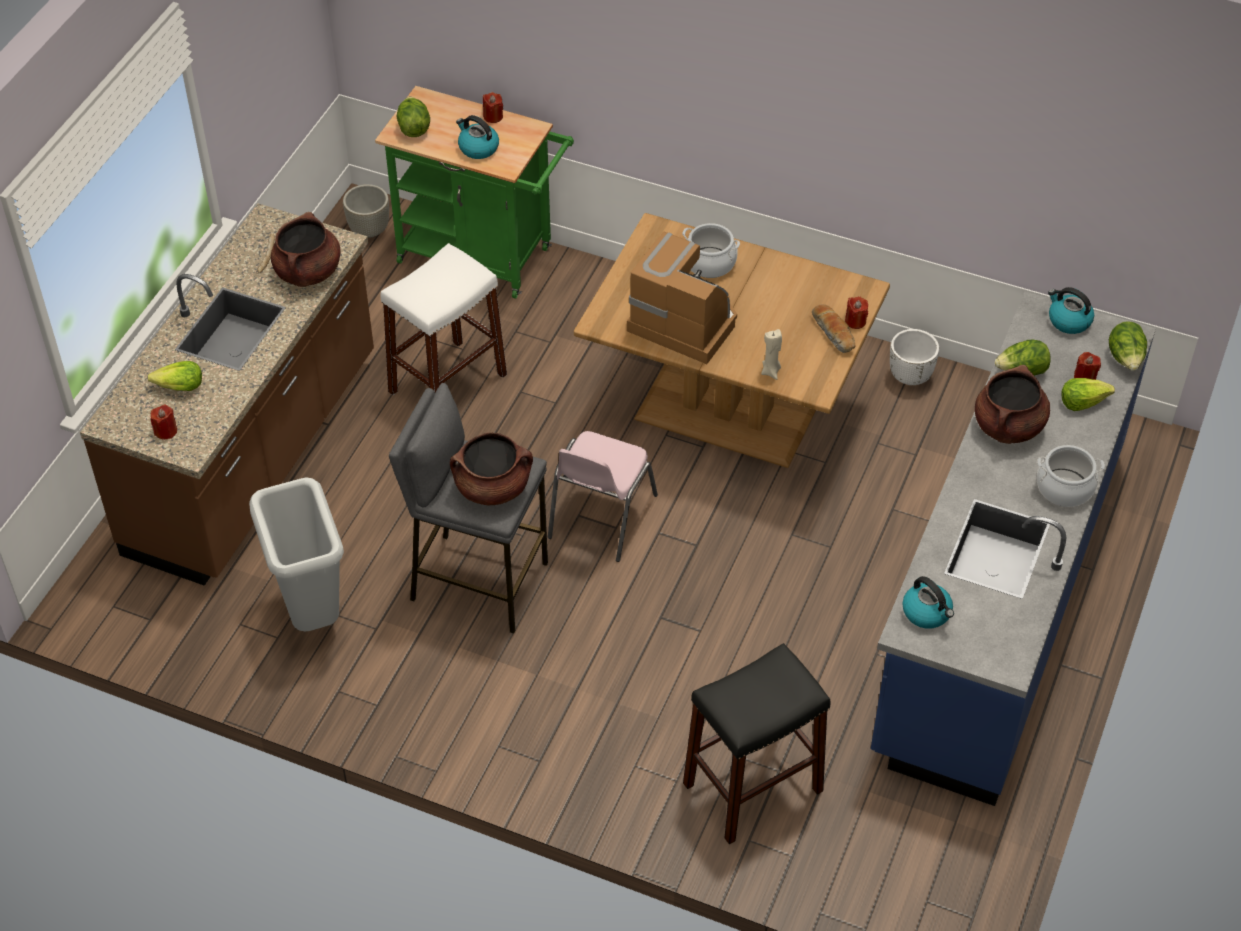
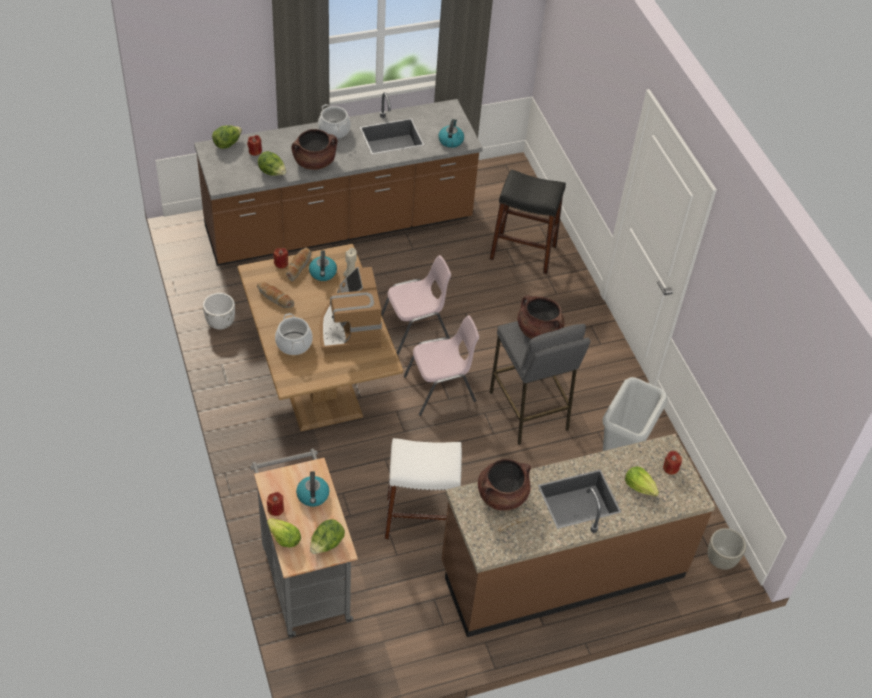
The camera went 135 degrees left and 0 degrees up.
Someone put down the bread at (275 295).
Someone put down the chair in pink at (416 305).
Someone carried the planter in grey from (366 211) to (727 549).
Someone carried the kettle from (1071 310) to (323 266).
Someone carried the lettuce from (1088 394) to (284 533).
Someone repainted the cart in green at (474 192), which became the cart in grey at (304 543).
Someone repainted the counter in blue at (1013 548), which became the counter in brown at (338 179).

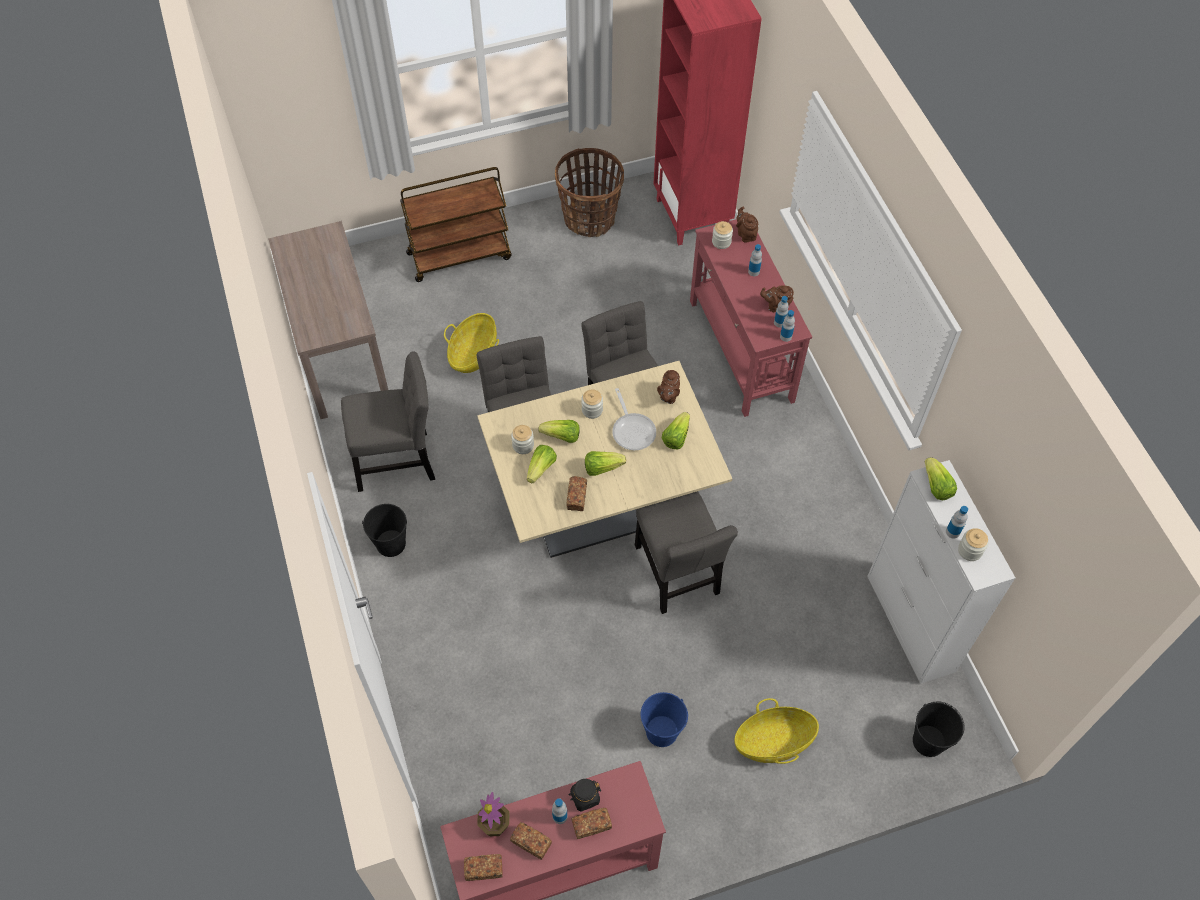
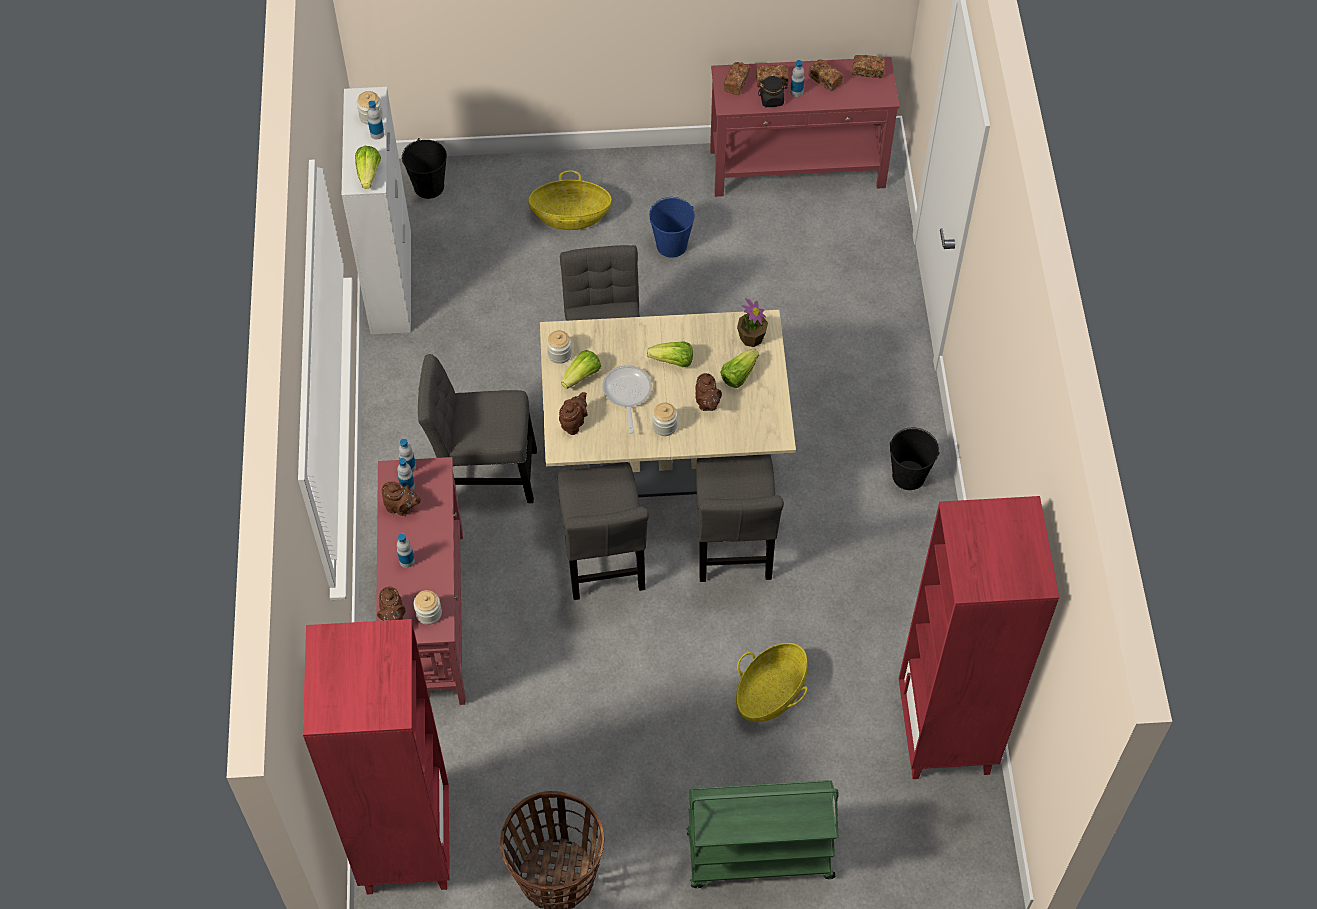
The camera went 165 degrees left and 0 degrees up.
Someone carried the chair in grey from (388 421) to (477 428).
Someone carried the potted plant from (493 814) to (752 322).
Someone carried the jar from (522 439) to (559 347).
Someone carried the bread from (576 493) to (737 78).
Someone swapped the console table in brown at (328 320) for the bookcase in red at (979 637).
Someone swapped the lettuce at (559 431) for the teapot in brown at (708 392).
Someone repainted the cart in brown at (456 224), which became the cart in green at (762 834).

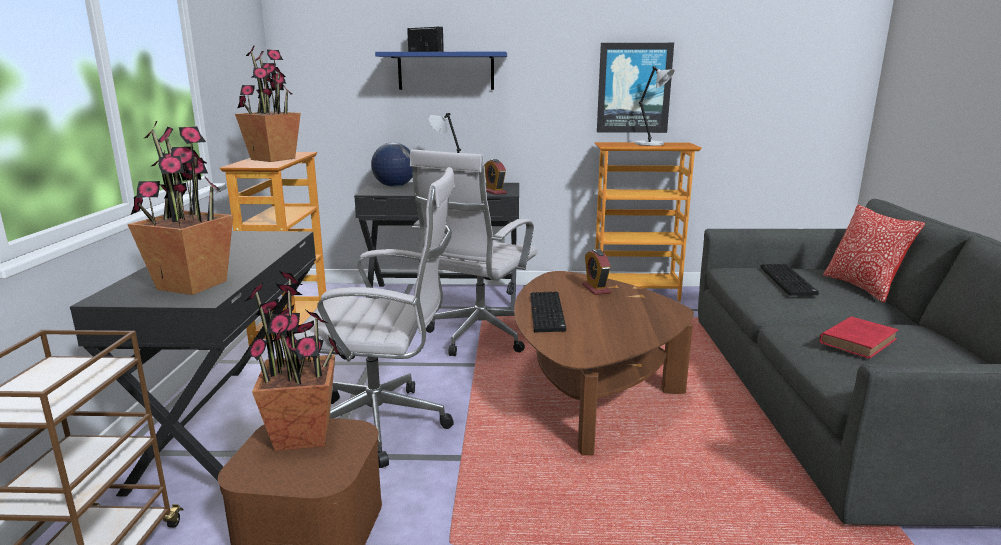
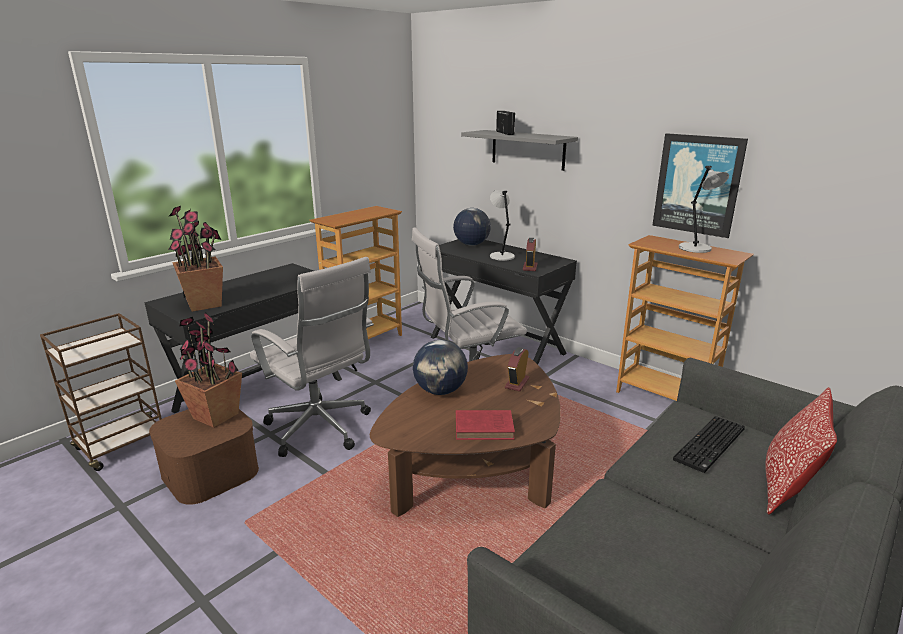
The camera went 40 degrees right and 5 degrees up.
Someone took away the potted plant at (268 104).
Someone carried the book in red from (858 337) to (485 425).
Someone swapped the keyboard at (548 312) for the globe at (440 367).
Someone repainted the shelf in blue at (441 71), which became the shelf in grey at (519 150).

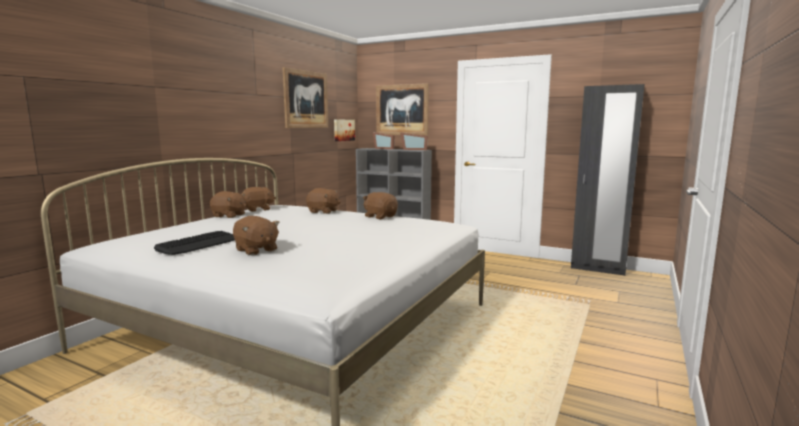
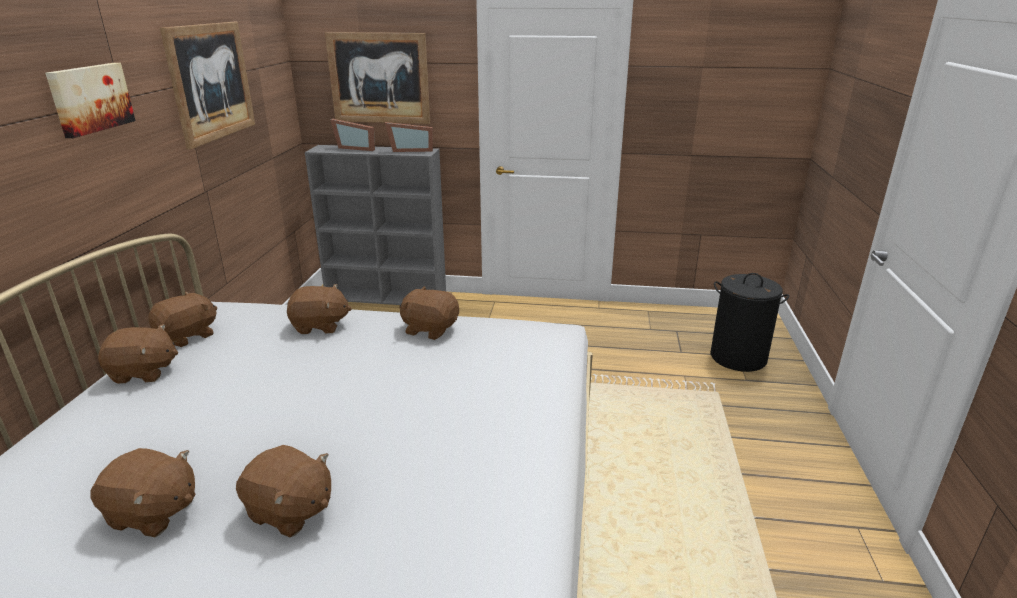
The camera went 20 degrees left and 15 degrees up.
Someone took away the wardrobe in black at (607 180).
Someone put down the laundry basket in black at (749 322).
Someone carried the picture from (344 130) to (90 100).
Someone swapped the keyboard at (194 243) for the plush toy in brown at (143 492).

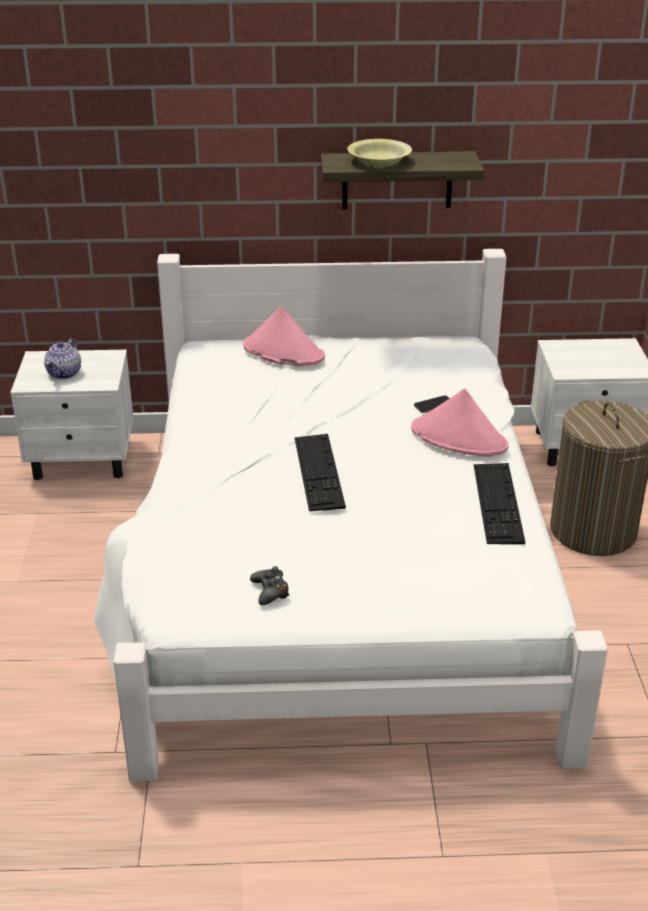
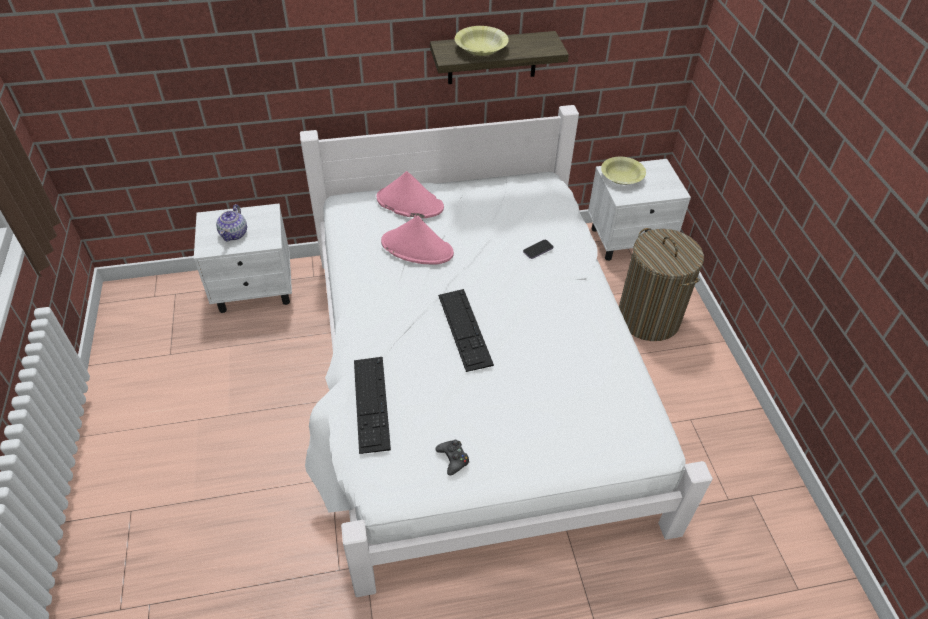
The camera went 10 degrees left and 15 degrees up.
Someone put down the bowl in yellow at (623 171).
Someone carried the hat in pink from (459 422) to (417 240).
Someone carried the keyboard from (499 503) to (372 405).

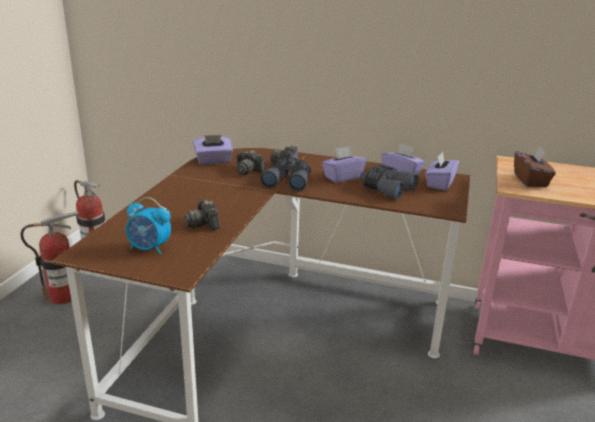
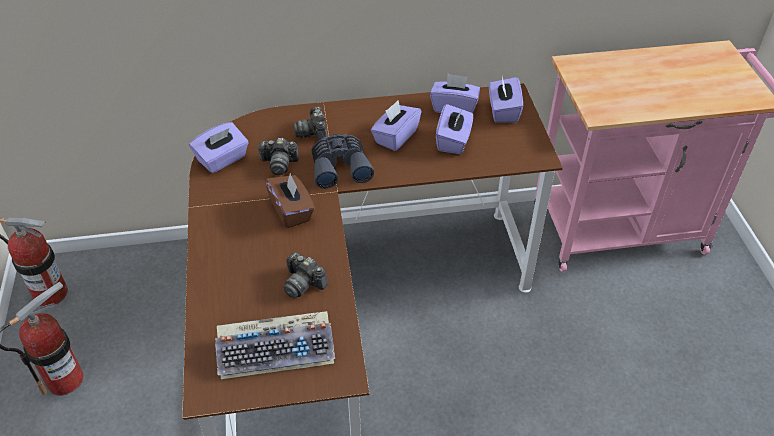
The camera went 25 degrees left and 20 degrees up.
Someone carried the tissue box in brown from (535 167) to (290 200).
Someone swapped the alarm clock at (148 226) for the keyboard at (275 345).
Someone swapped the binoculars in grey at (389 182) for the tissue box in purple at (454 129).

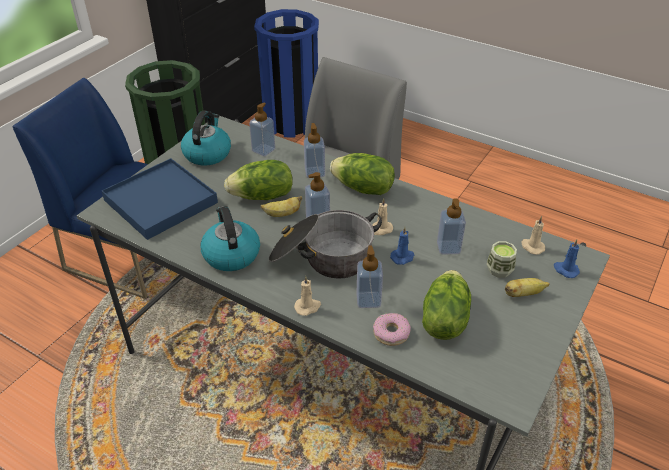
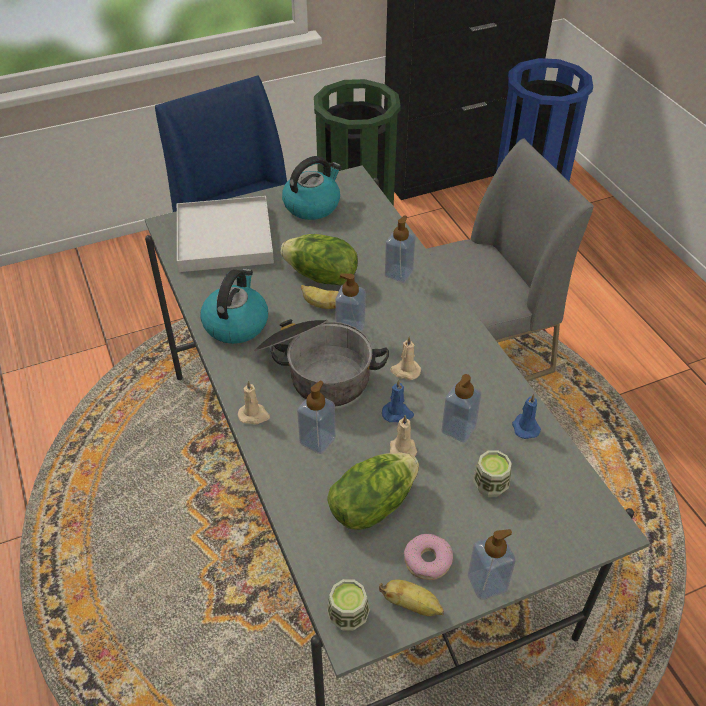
The camera went 35 degrees right and 5 degrees up.
Someone took away the lettuce at (362 174).
Someone put down the cup at (348 605).
Someone carried the soap dispenser from (262 129) to (492 564).
Someone carried the donut from (392 329) to (428 557).
Someone carried the banana from (527 287) to (411 597).
Someone carried the candle in beige from (533 235) to (403 435).
Someone carried the candle in blue from (567 258) to (526 416).
Someone repainted the tray in blue at (160 199), which became the tray in white at (225 234).

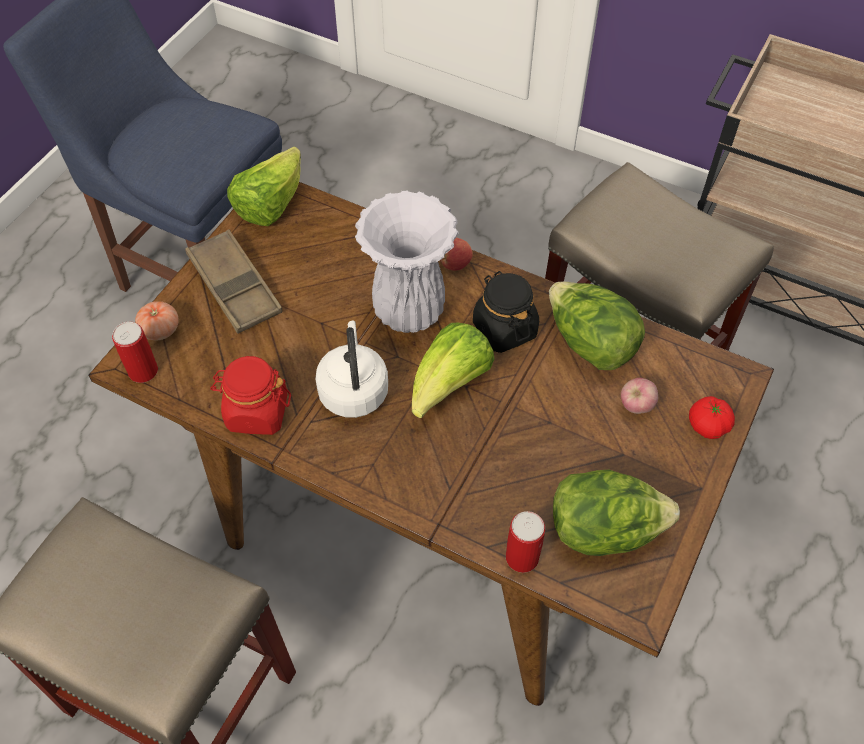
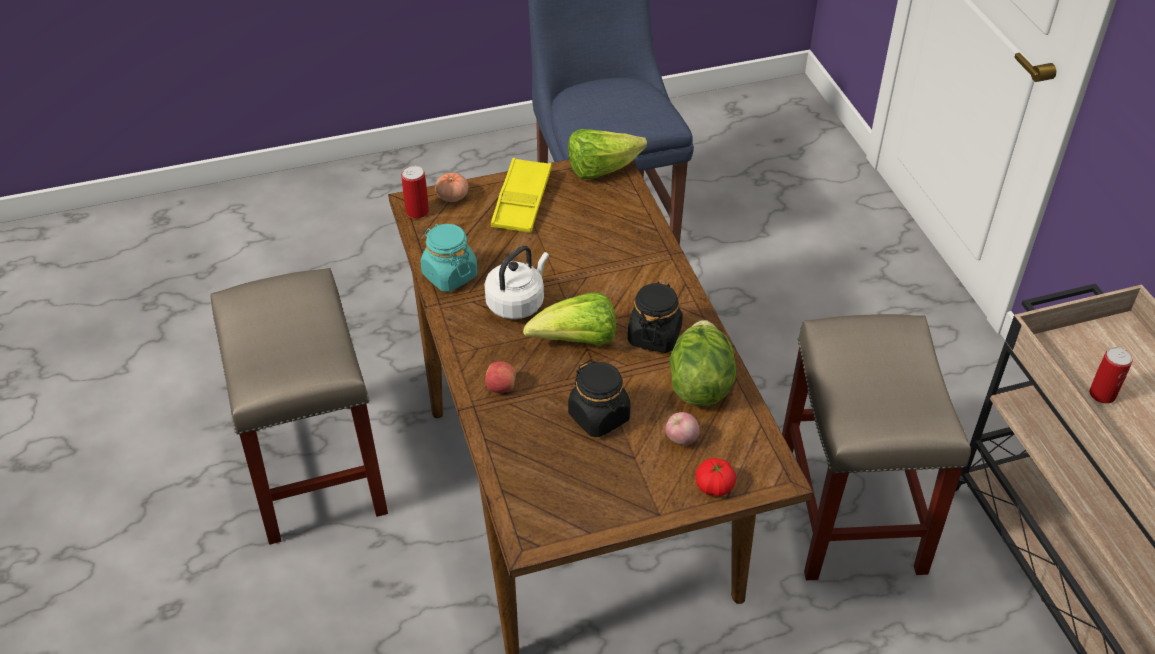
The camera went 45 degrees right and 10 degrees down.
Someone took away the vase in white at (407 261).
Someone took away the lettuce at (616 513).
Someone put down the jar in black at (599 398).
Someone carried the apple from (456 254) to (500 377).
Someone carried the can from (525 542) to (1111 375).
Someone repainted the tray in brown at (234 281), which became the tray in yellow at (521 195).
Someone repainted the jar in red at (250 395), which became the jar in turquoise at (449 258).

